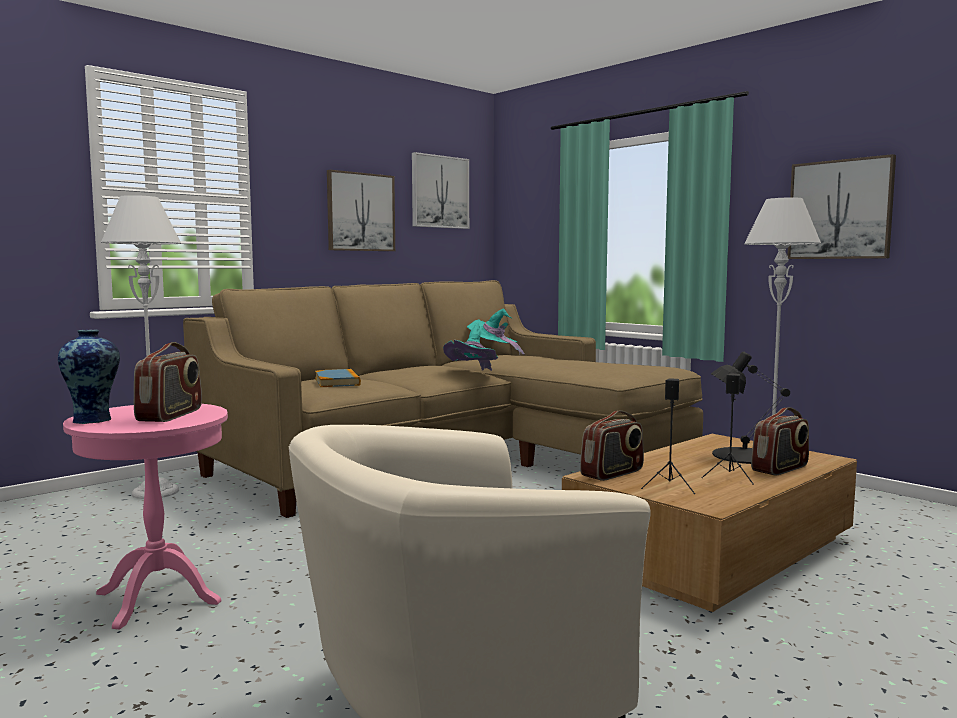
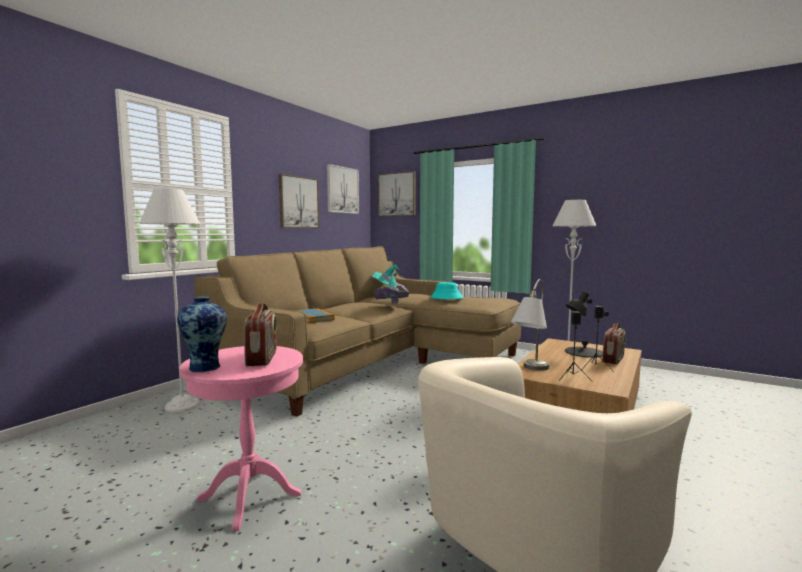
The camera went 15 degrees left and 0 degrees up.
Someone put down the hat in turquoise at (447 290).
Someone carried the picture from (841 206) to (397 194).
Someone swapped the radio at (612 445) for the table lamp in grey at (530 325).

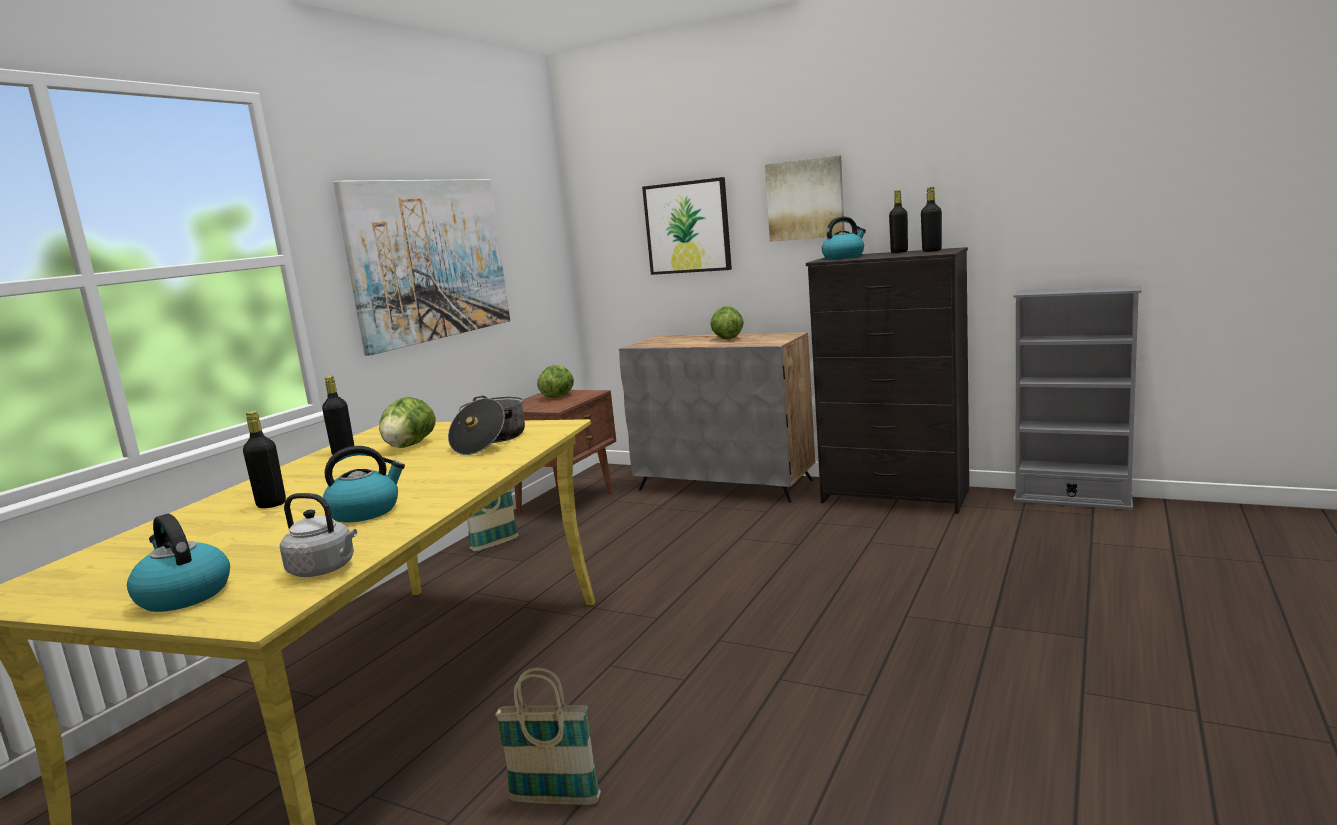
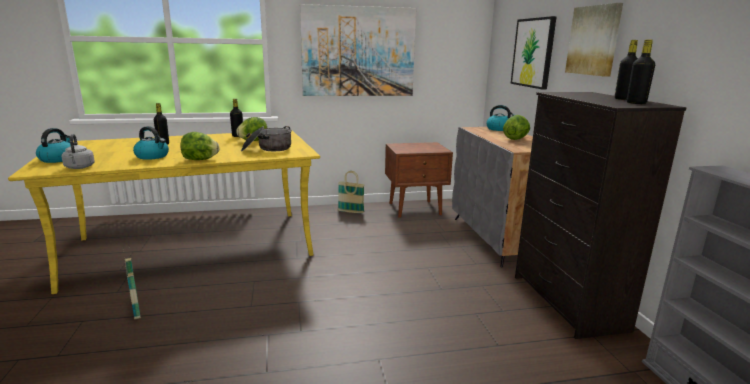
The camera went 50 degrees right and 5 degrees up.
Someone carried the lettuce from (555 381) to (200 146).
Someone carried the kettle from (844 238) to (500 118).

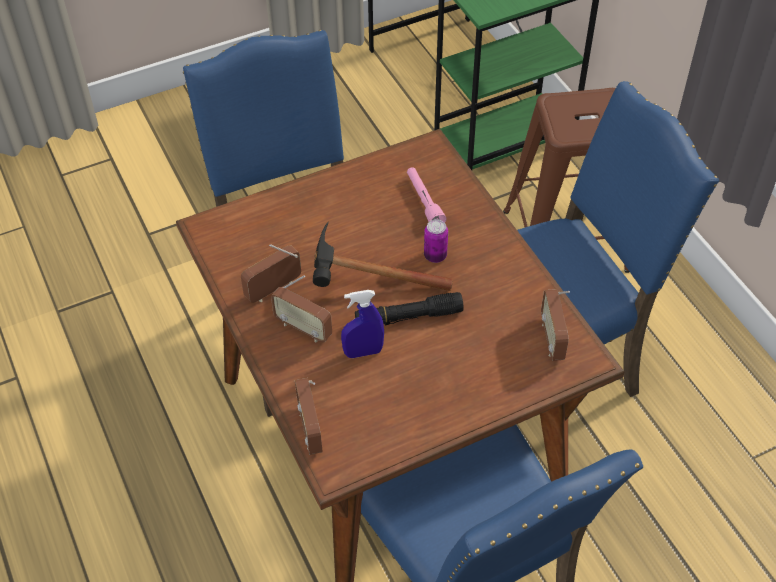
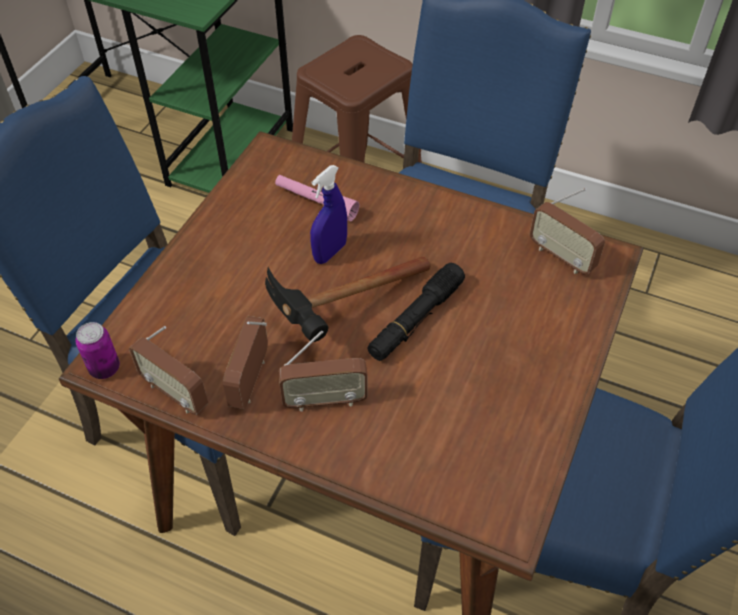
The camera went 40 degrees left and 0 degrees up.
Someone carried the radio from (309 416) to (168 370).
Someone carried the spray bottle in blue from (362 324) to (328 214).
Someone carried the can from (436 241) to (98 350).

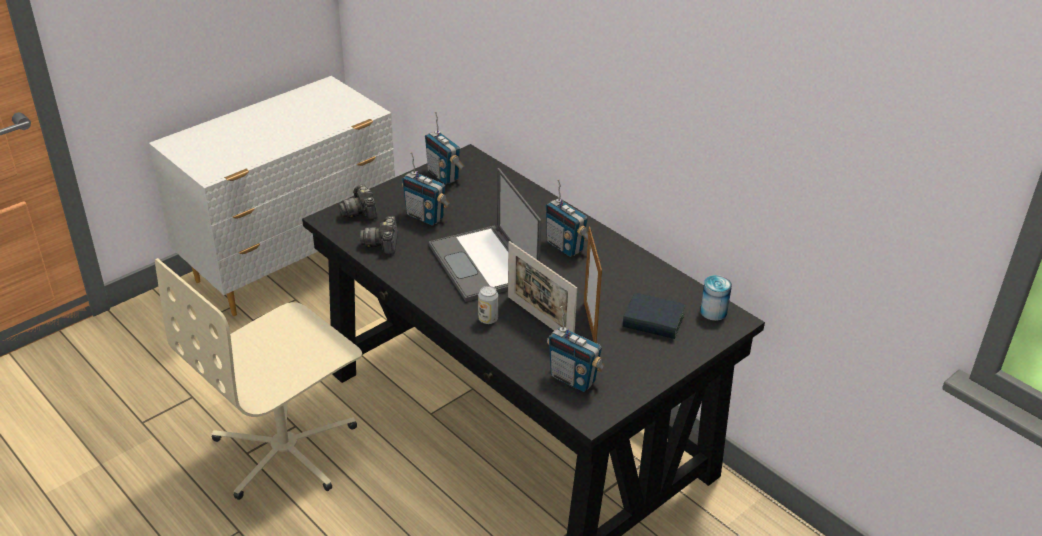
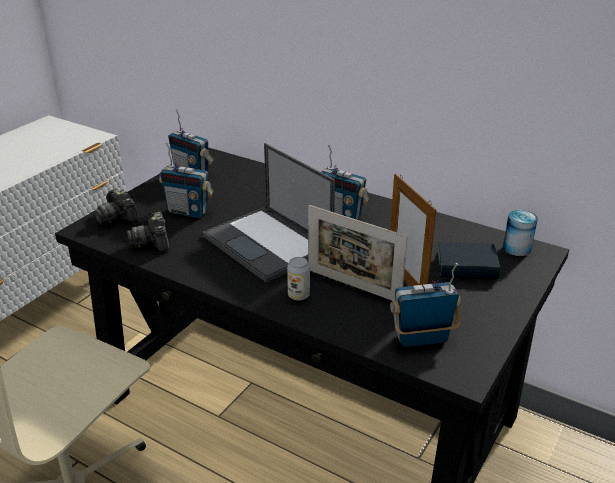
The camera went 15 degrees left and 5 degrees down.
Someone rotated the radio at (576 349) by 150 degrees clockwise.

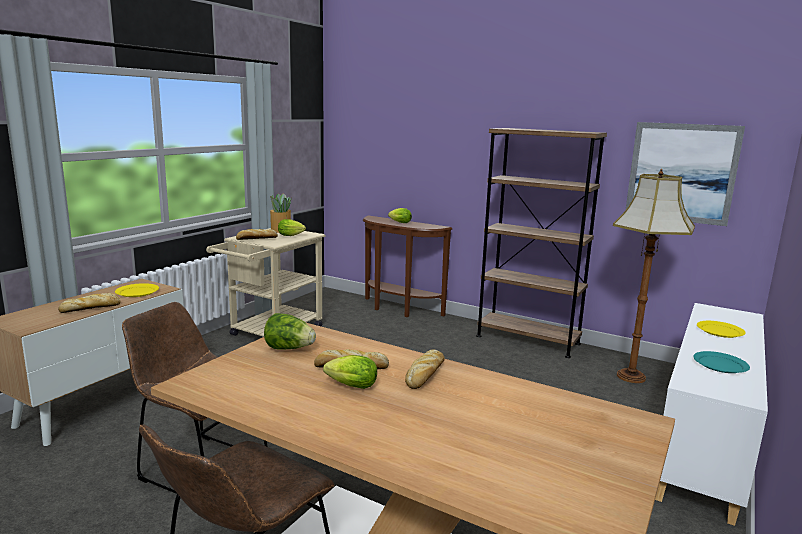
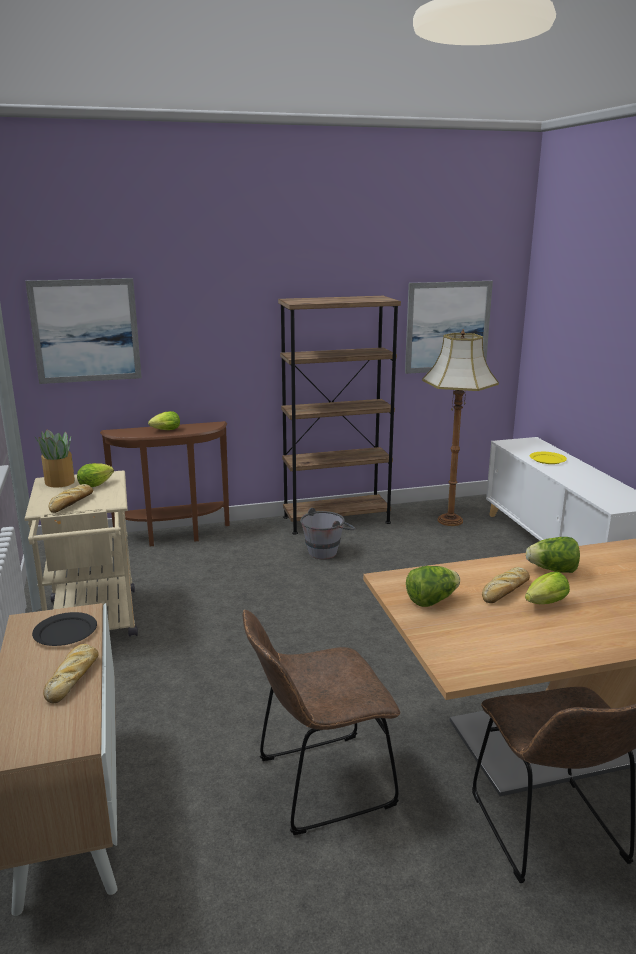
The camera went 45 degrees left and 5 degrees up.
Someone took away the plate in turquoise at (721 362).
Someone put up the picture at (83 331).
Someone put down the bucket in grey at (327 533).
Someone swapped the bread at (424 369) for the lettuce at (553 555).
Someone repainted the plate in yellow at (137 290), which became the plate in black at (64 629).

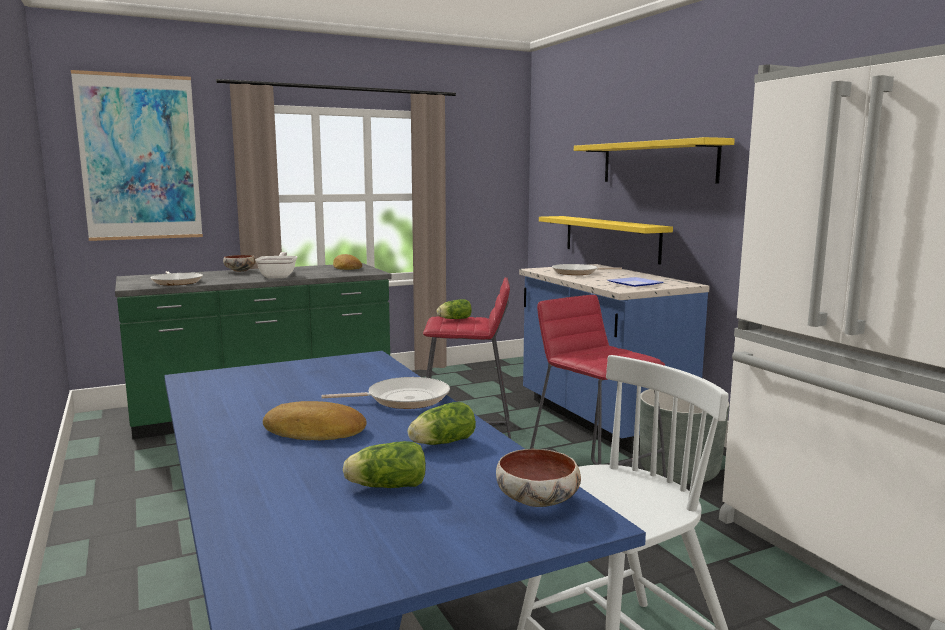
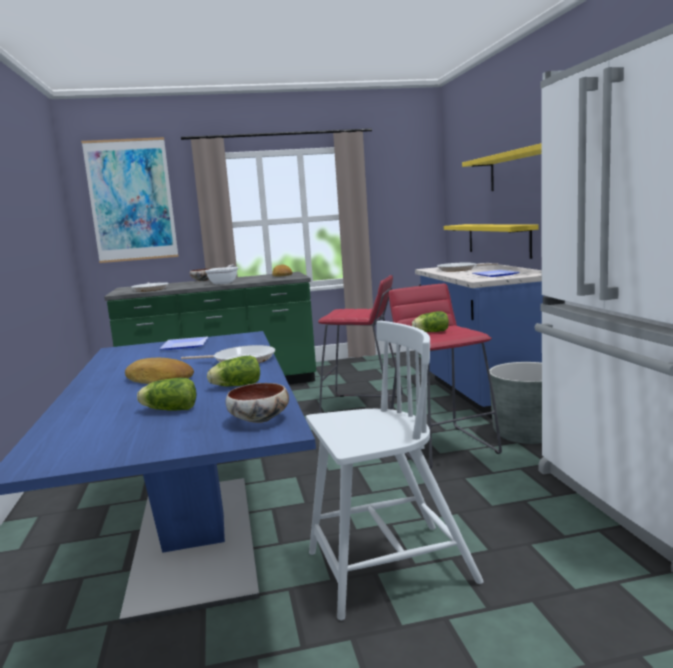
The camera went 15 degrees right and 0 degrees up.
Someone put down the plate at (184 343).
Someone carried the lettuce from (454 309) to (430 321).

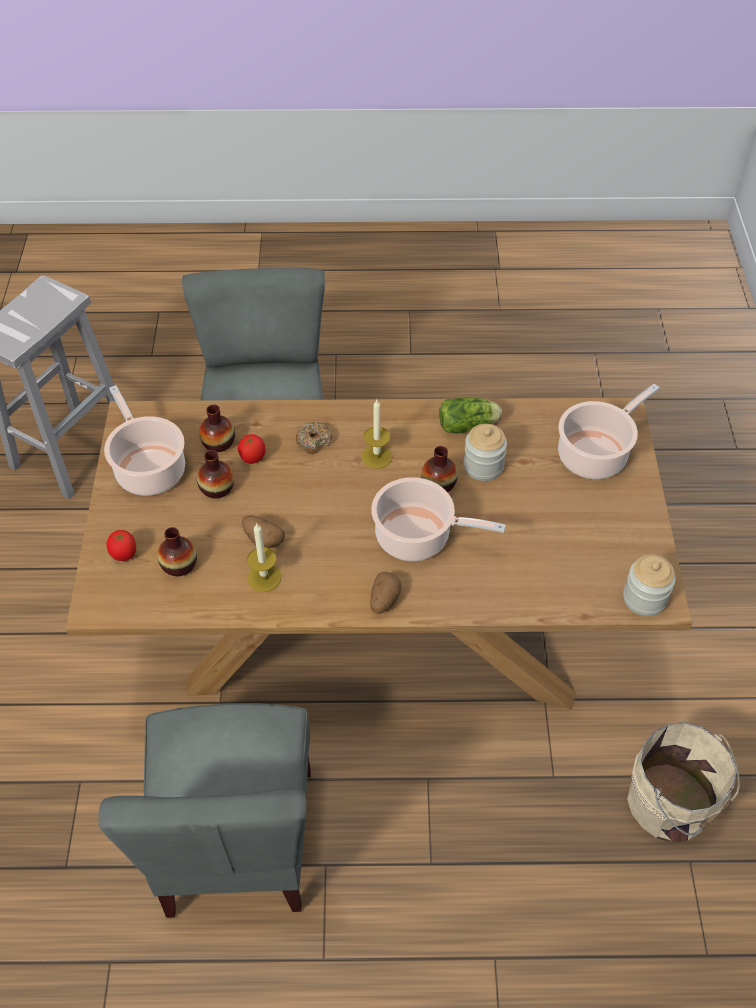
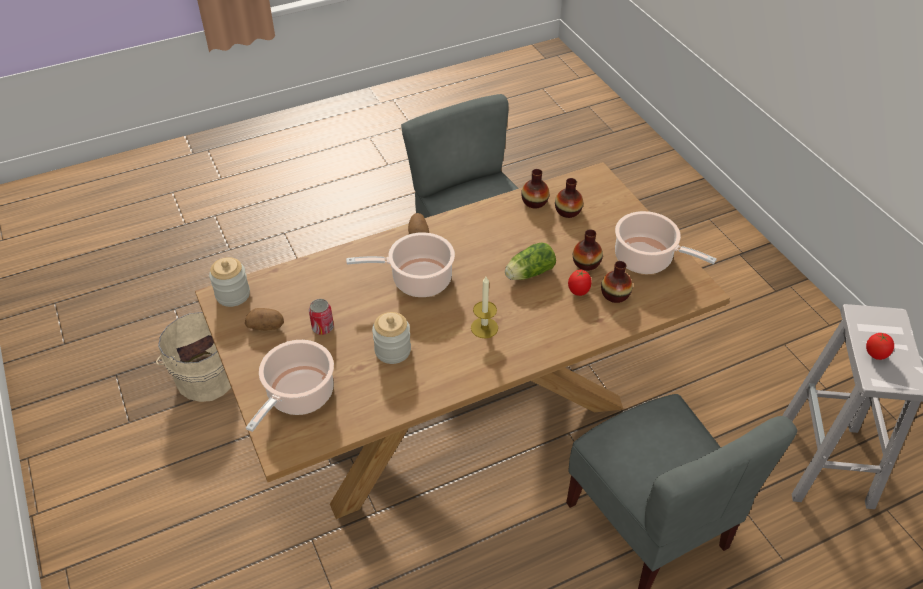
The camera went 155 degrees right and 5 degrees down.
Someone took away the candle at (264 558).
Someone took away the donut at (314 438).
Someone put down the can at (321 317).
Someone carried the tomato from (121 545) to (880 346).
Someone carried the potato from (263 531) to (264 319).
Someone carried the vase from (439 469) to (535 189).
Someone carried the lettuce from (470 415) to (530 261).

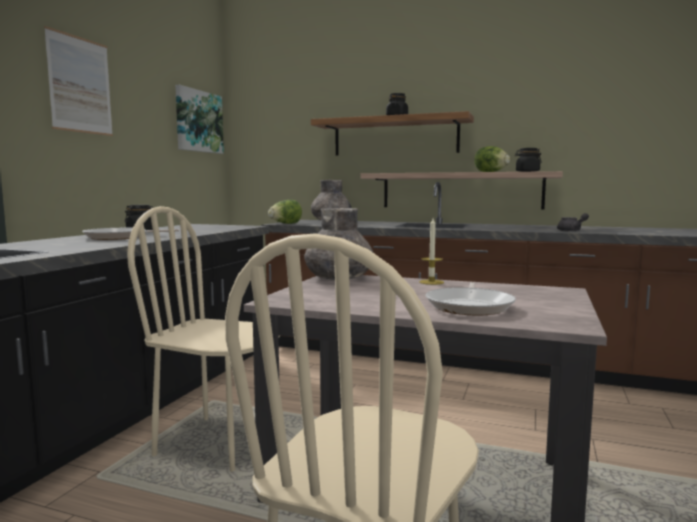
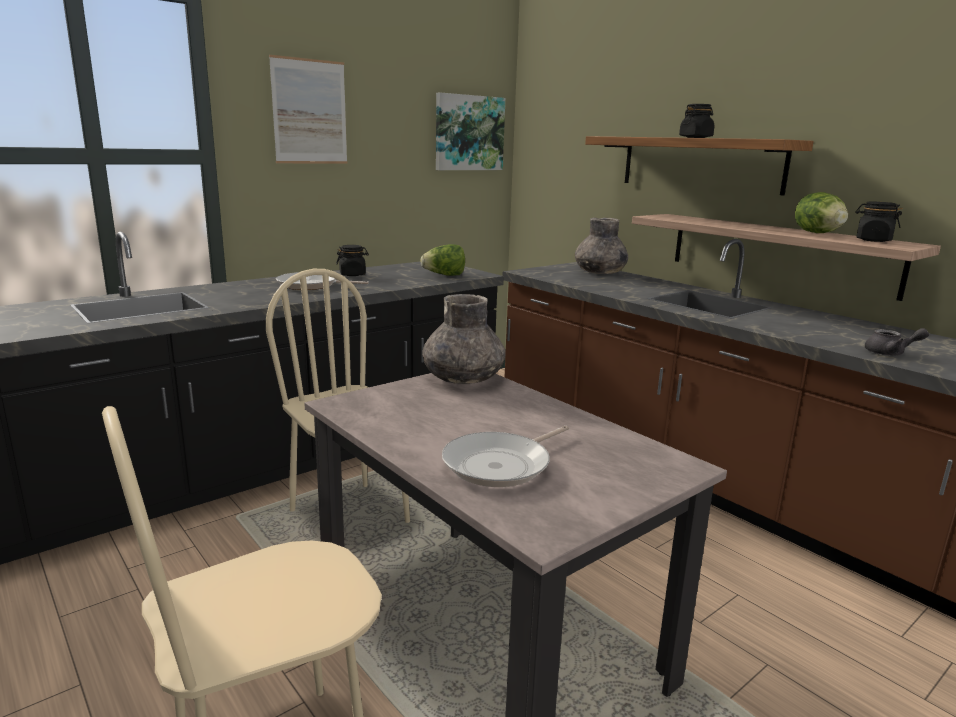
The camera went 30 degrees right and 10 degrees up.
Someone took away the candle at (431 251).
Someone carried the lettuce from (285 212) to (442 260).

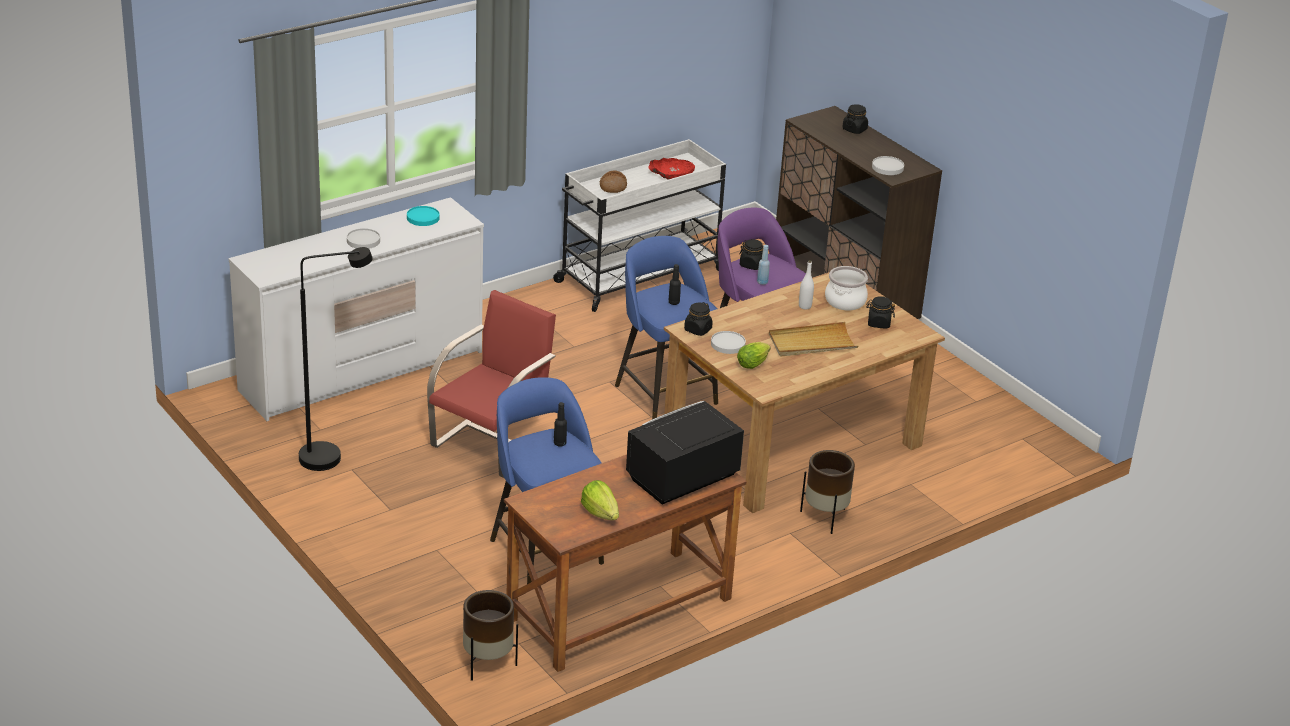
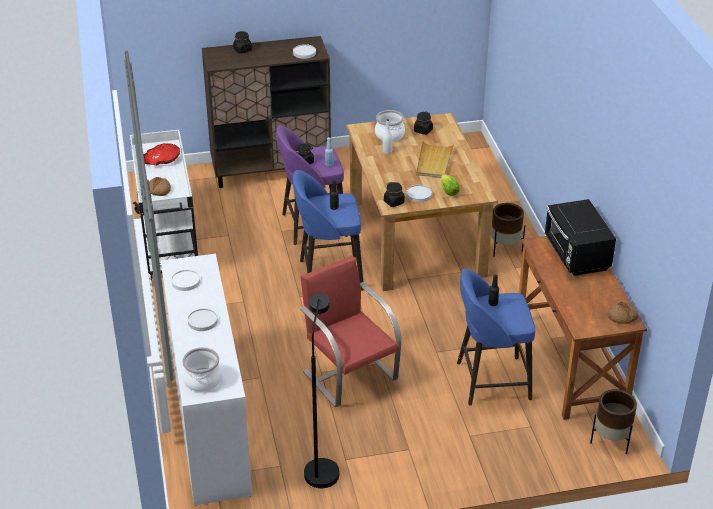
The camera went 65 degrees left and 5 degrees up.
Someone took away the lettuce at (600 500).
Someone put down the cooking pot at (202 369).
Someone put down the bread at (623 312).
Someone repainted the plate in turquoise at (423 216), which became the plate in white at (185 280).

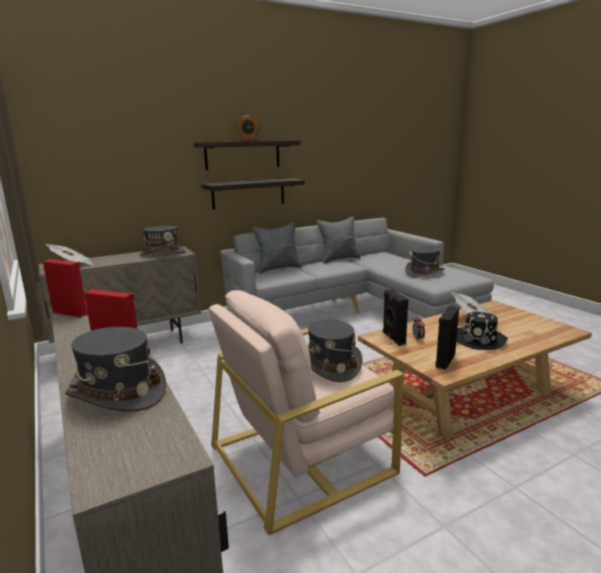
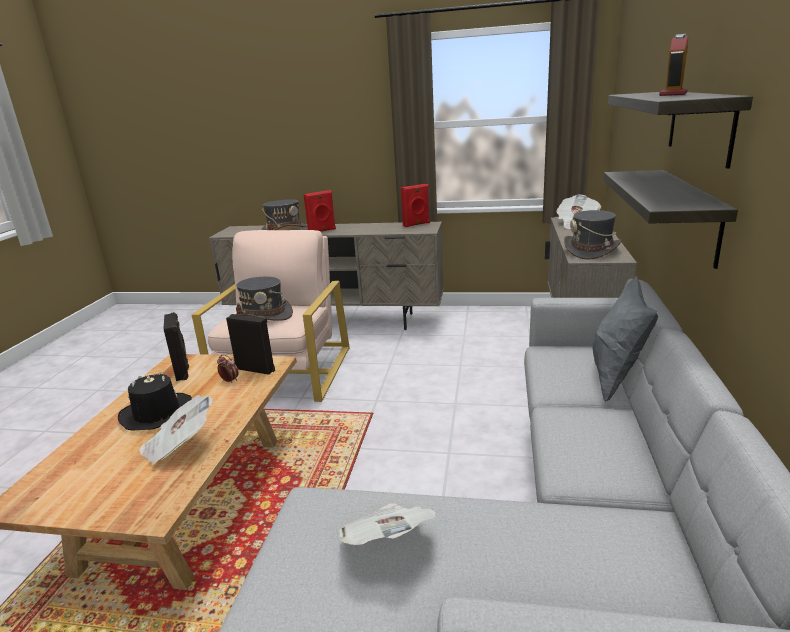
The camera went 130 degrees right and 5 degrees up.
Someone took away the pillow in grey at (339 239).
Someone swapped the hat in grey at (424 261) for the newspaper at (387 524).

